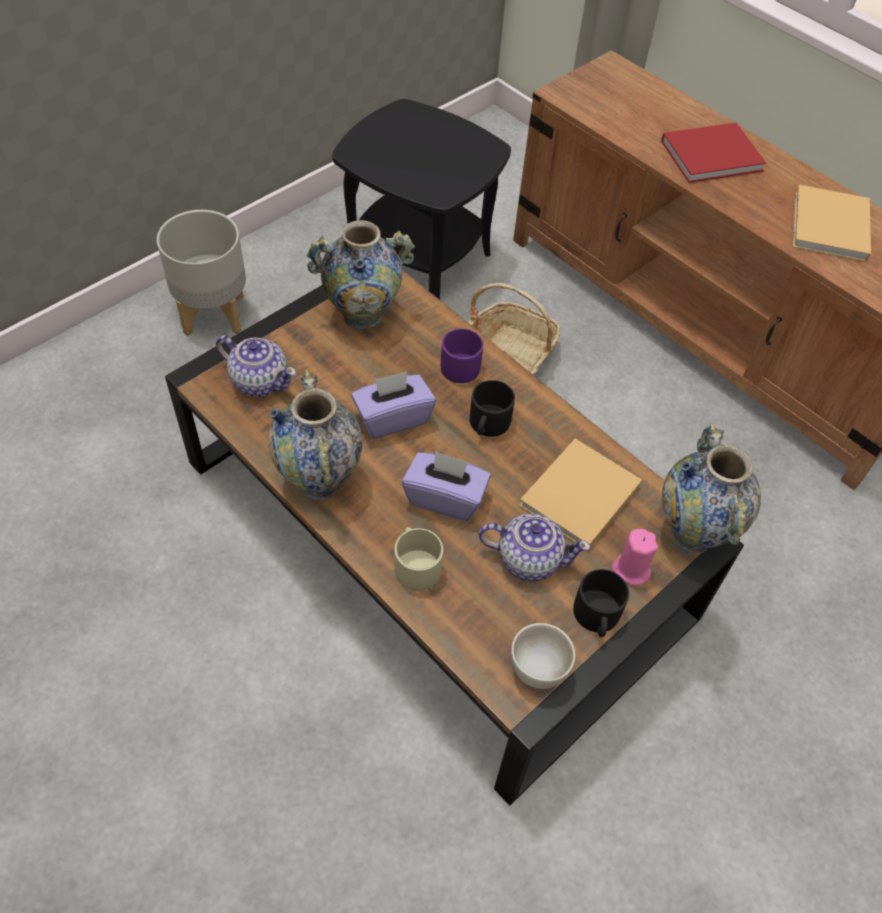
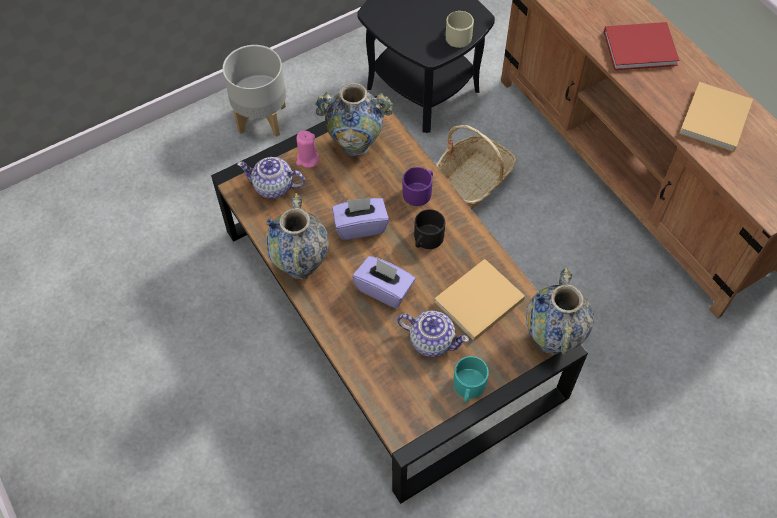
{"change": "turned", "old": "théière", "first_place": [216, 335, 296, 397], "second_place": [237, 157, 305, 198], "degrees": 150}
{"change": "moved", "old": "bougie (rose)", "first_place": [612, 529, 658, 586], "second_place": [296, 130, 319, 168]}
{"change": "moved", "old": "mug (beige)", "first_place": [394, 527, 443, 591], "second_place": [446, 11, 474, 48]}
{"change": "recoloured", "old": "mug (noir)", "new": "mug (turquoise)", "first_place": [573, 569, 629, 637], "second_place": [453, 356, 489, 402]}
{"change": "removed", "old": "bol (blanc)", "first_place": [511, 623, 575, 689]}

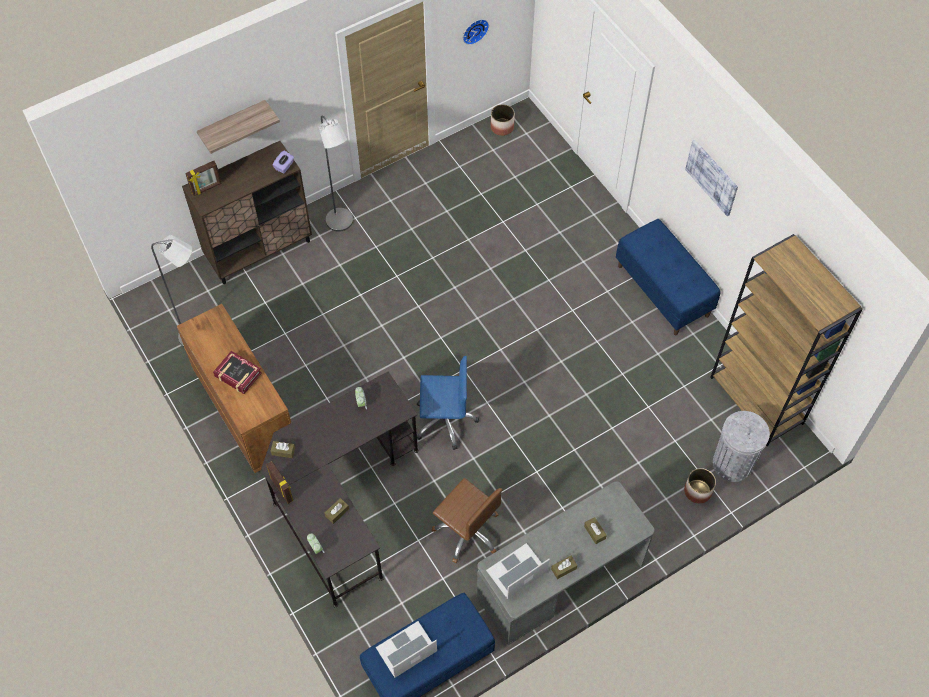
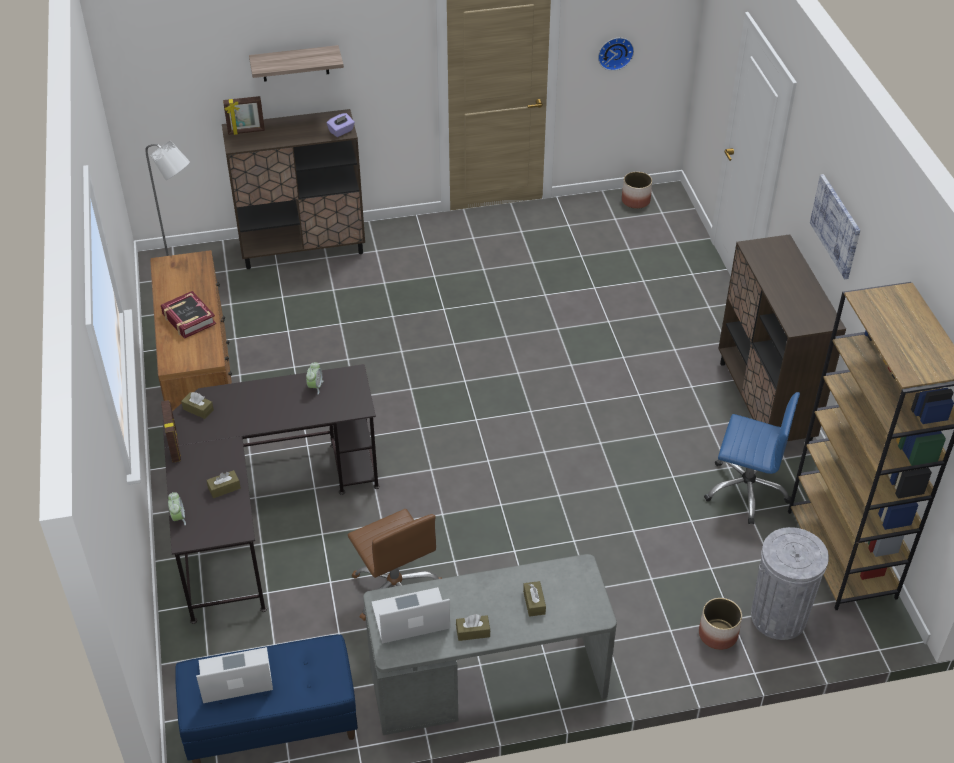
{"change": "moved", "old": "chaise de bureau (bleu)", "first_place": [417, 356, 479, 450], "second_place": [704, 392, 800, 524]}
{"change": "replaced", "old": "banc (bleu)", "new": "meuble de rangement (marron)", "first_place": [616, 219, 721, 335], "second_place": [718, 234, 846, 441]}
{"change": "removed", "old": "lampadaire (gris)", "first_place": [319, 116, 353, 232]}

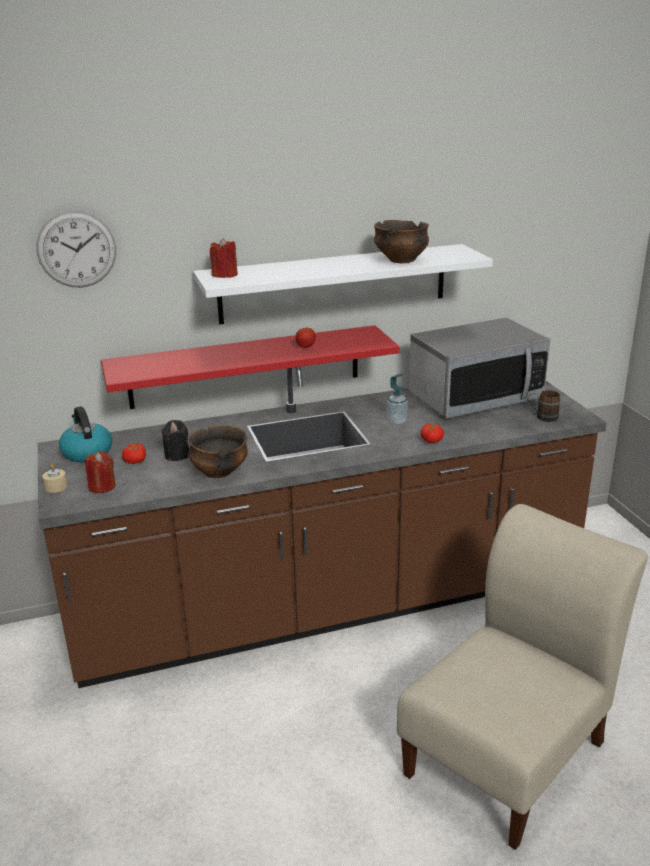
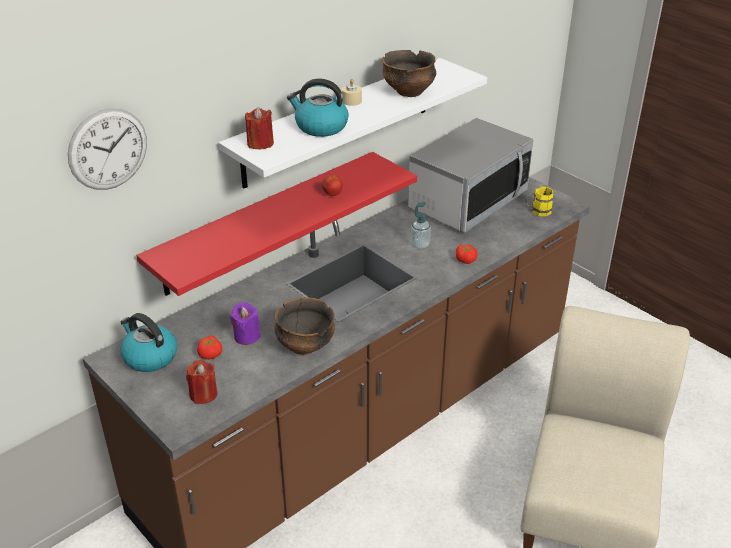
{"change": "recoloured", "old": "bougie (noir)", "new": "bougie (violet)", "first_place": [161, 420, 189, 461], "second_place": [230, 302, 261, 345]}
{"change": "added", "new": "bouilloire", "second_place": [287, 79, 349, 137]}
{"change": "moved", "old": "bougie (beige)", "first_place": [42, 464, 68, 493], "second_place": [342, 79, 362, 106]}
{"change": "recoloured", "old": "mug (marron)", "new": "mug (jaune)", "first_place": [527, 390, 560, 422], "second_place": [526, 187, 553, 216]}

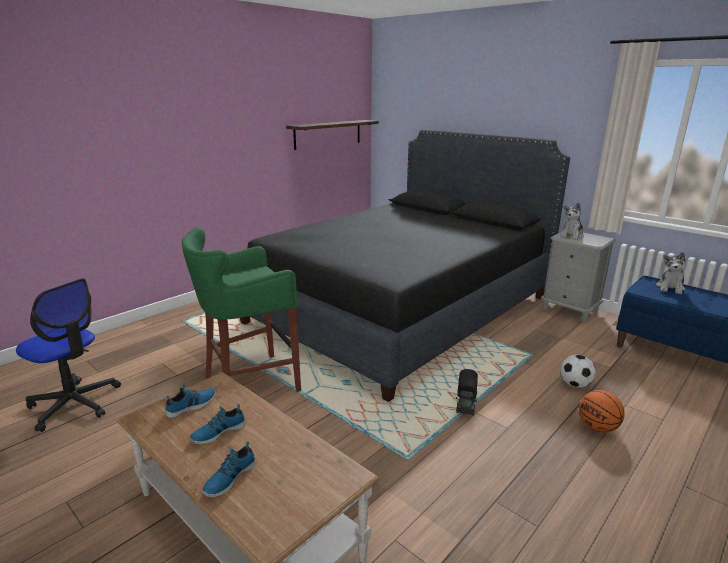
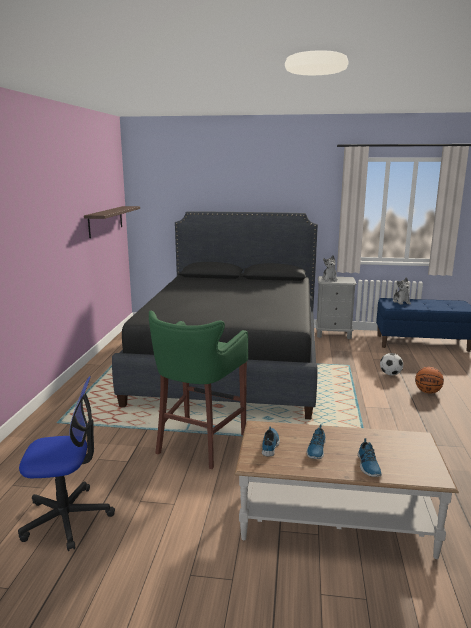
{"change": "removed", "old": "camion jouet", "first_place": [456, 369, 478, 416]}

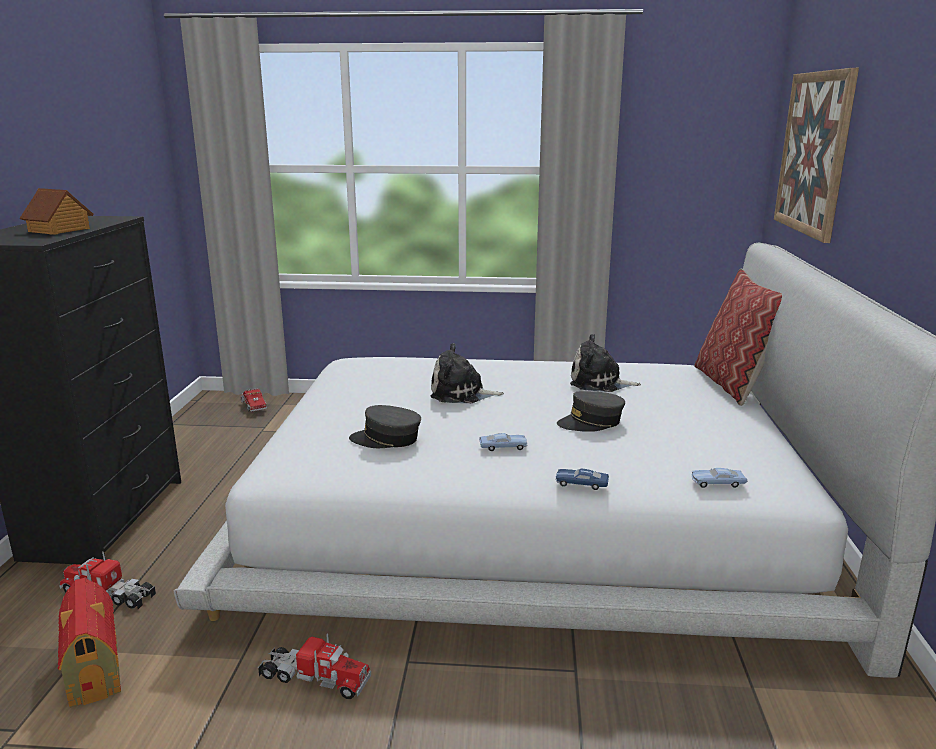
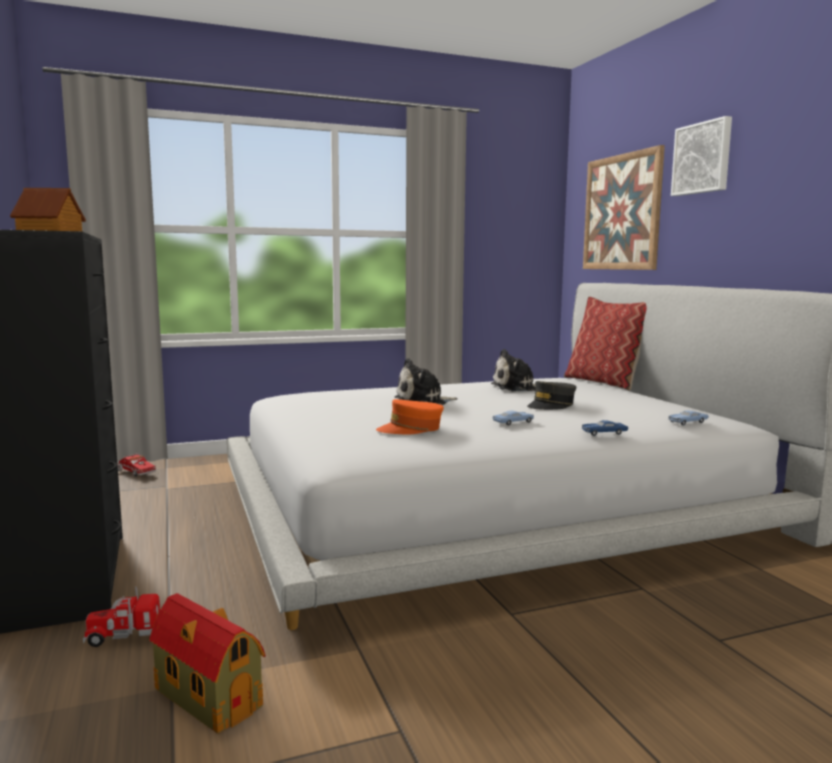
{"change": "recoloured", "old": "casquette (gris)", "new": "casquette (orange)", "first_place": [349, 405, 421, 448], "second_place": [376, 399, 444, 434]}
{"change": "added", "new": "tableau", "second_place": [671, 116, 732, 196]}
{"change": "removed", "old": "camion jouet", "first_place": [258, 634, 371, 699]}

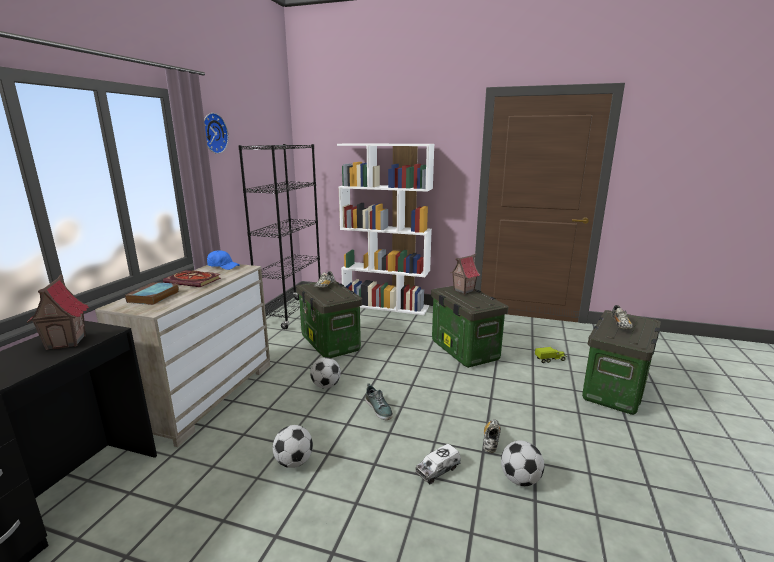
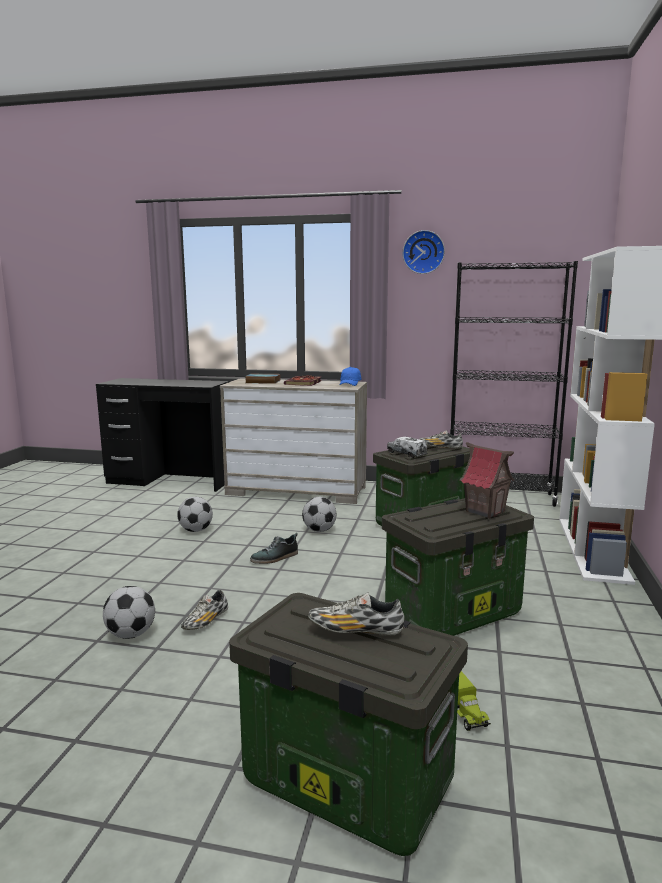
{"change": "turned", "old": "chaussure", "first_place": [483, 420, 501, 453], "second_place": [181, 590, 228, 630], "degrees": 105}
{"change": "moved", "old": "camion jouet", "first_place": [415, 444, 461, 484], "second_place": [387, 437, 427, 458]}
{"change": "removed", "old": "maison miniature", "first_place": [26, 274, 89, 350]}

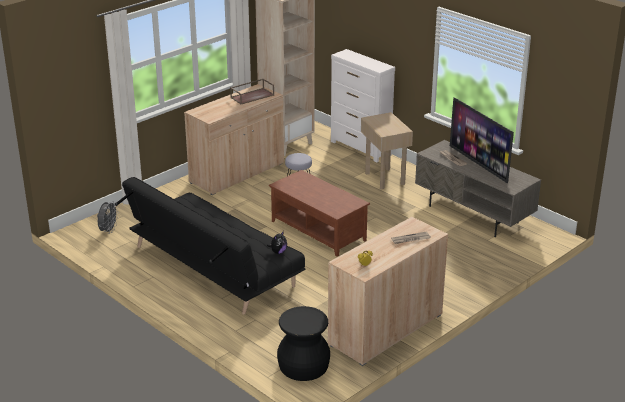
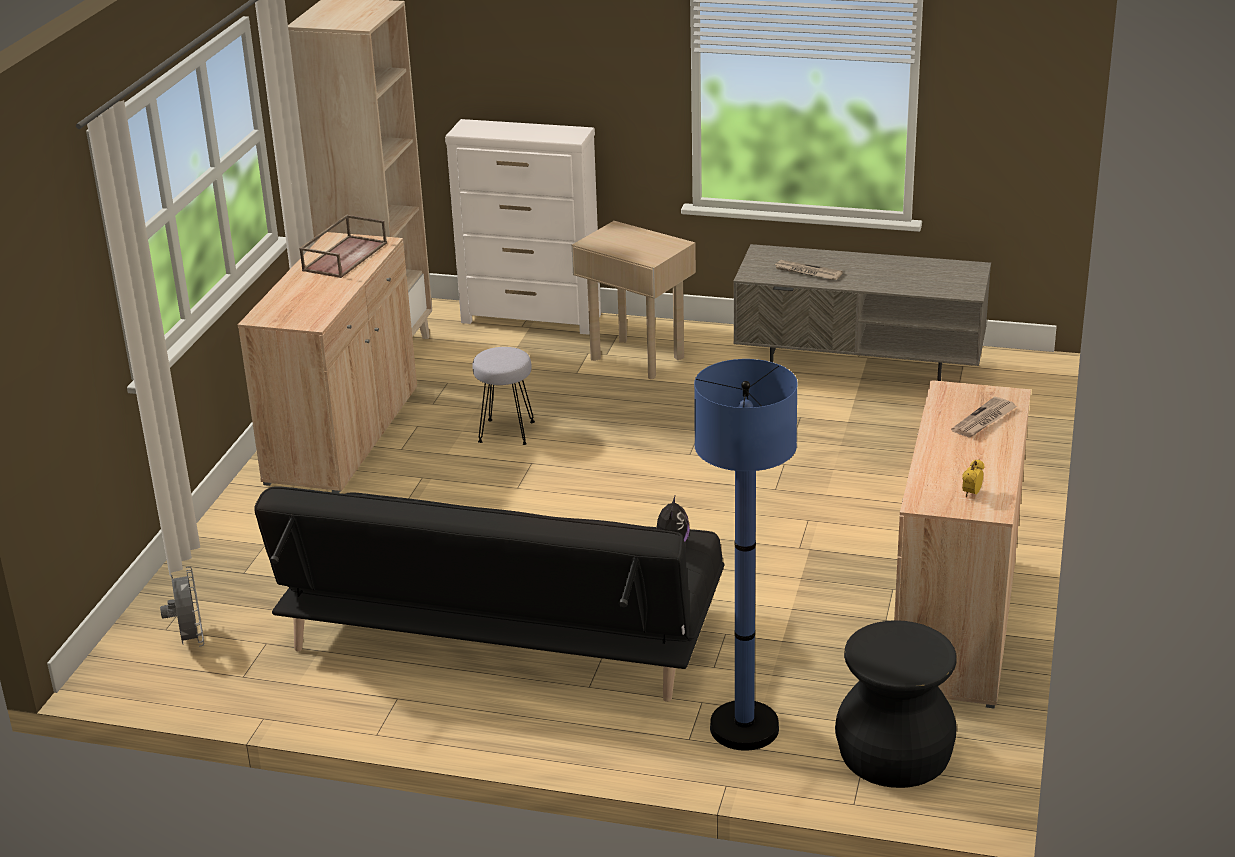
{"change": "added", "new": "lampadaire (bleu)", "second_place": [694, 359, 798, 751]}
{"change": "removed", "old": "table basse (marron)", "first_place": [269, 170, 370, 257]}
{"change": "removed", "old": "téléviseur", "first_place": [450, 97, 514, 183]}

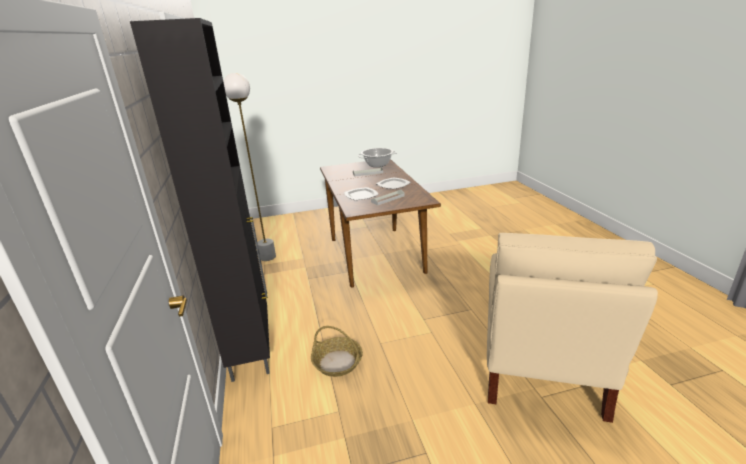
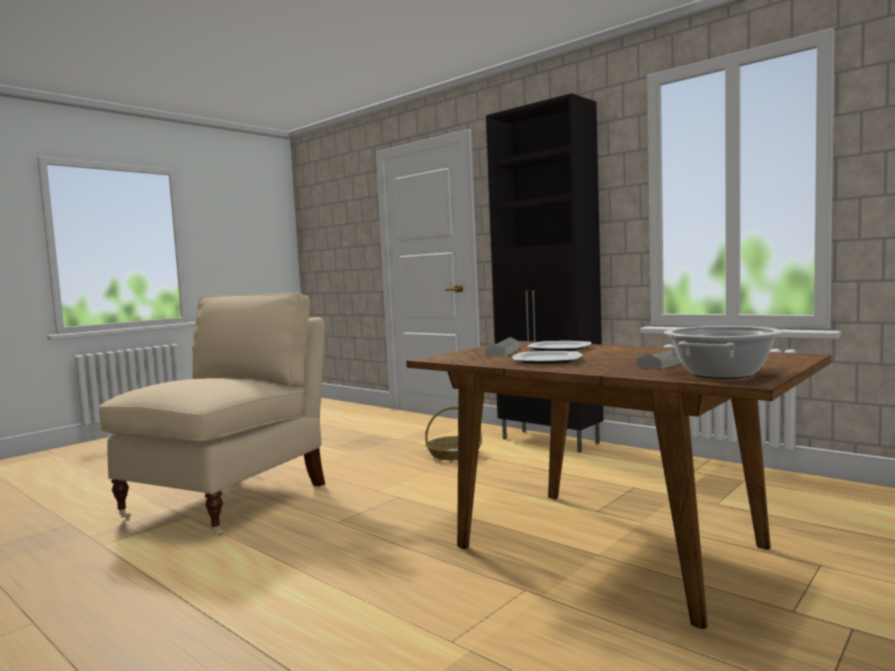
{"change": "turned", "old": "chaise (beige)", "first_place": [487, 233, 658, 423], "second_place": [99, 293, 325, 536], "degrees": 45}
{"change": "removed", "old": "lampadaire (blanc)", "first_place": [223, 73, 276, 261]}

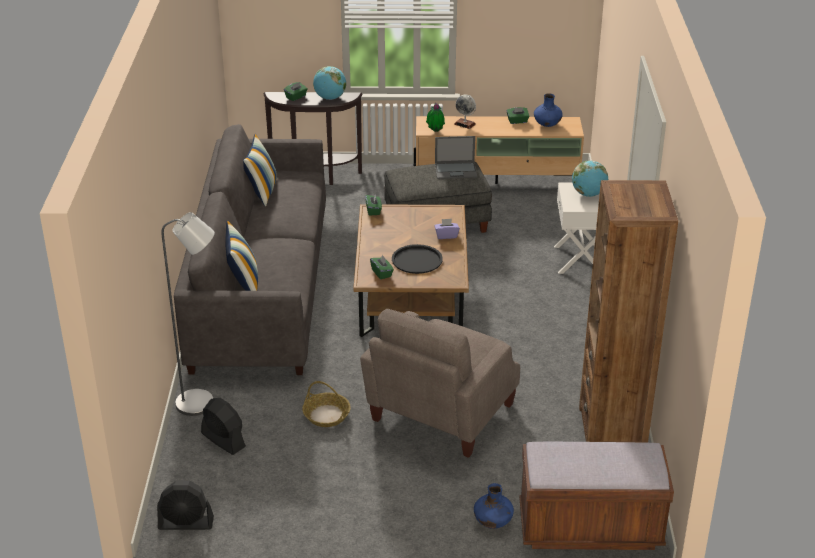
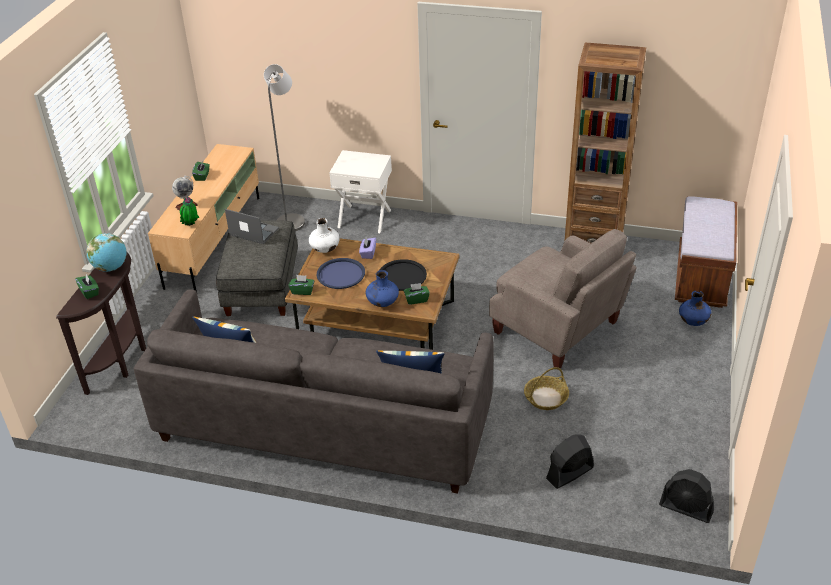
{"change": "turned", "old": "ordinateur portable", "first_place": [435, 136, 477, 179], "second_place": [225, 209, 279, 244], "degrees": -75}
{"change": "moved", "old": "lampadaire (gris)", "first_place": [162, 212, 215, 416], "second_place": [264, 64, 305, 231]}
{"change": "added", "new": "vase (blanc)", "second_place": [309, 218, 340, 253]}
{"change": "added", "new": "plateau (bleu)", "second_place": [317, 258, 365, 289]}
{"change": "moved", "old": "vase (bleu)", "first_place": [534, 93, 563, 127], "second_place": [365, 270, 399, 307]}
{"change": "turned", "old": "ventilateur (noir)", "first_place": [157, 480, 214, 530], "second_place": [659, 469, 714, 523], "degrees": 105}
{"change": "removed", "old": "globe", "first_place": [572, 161, 608, 197]}

